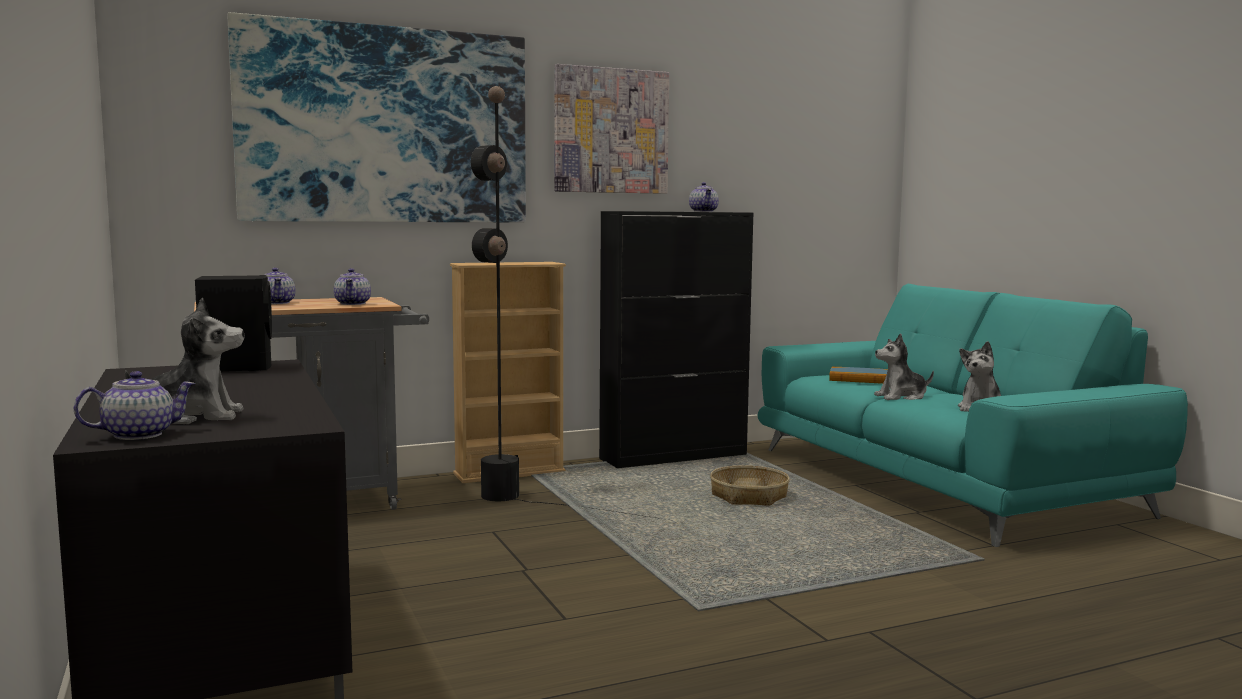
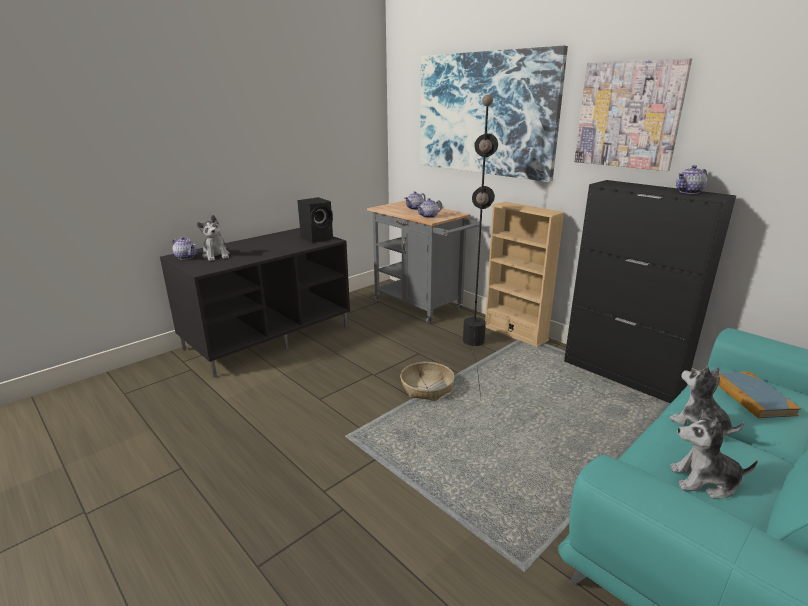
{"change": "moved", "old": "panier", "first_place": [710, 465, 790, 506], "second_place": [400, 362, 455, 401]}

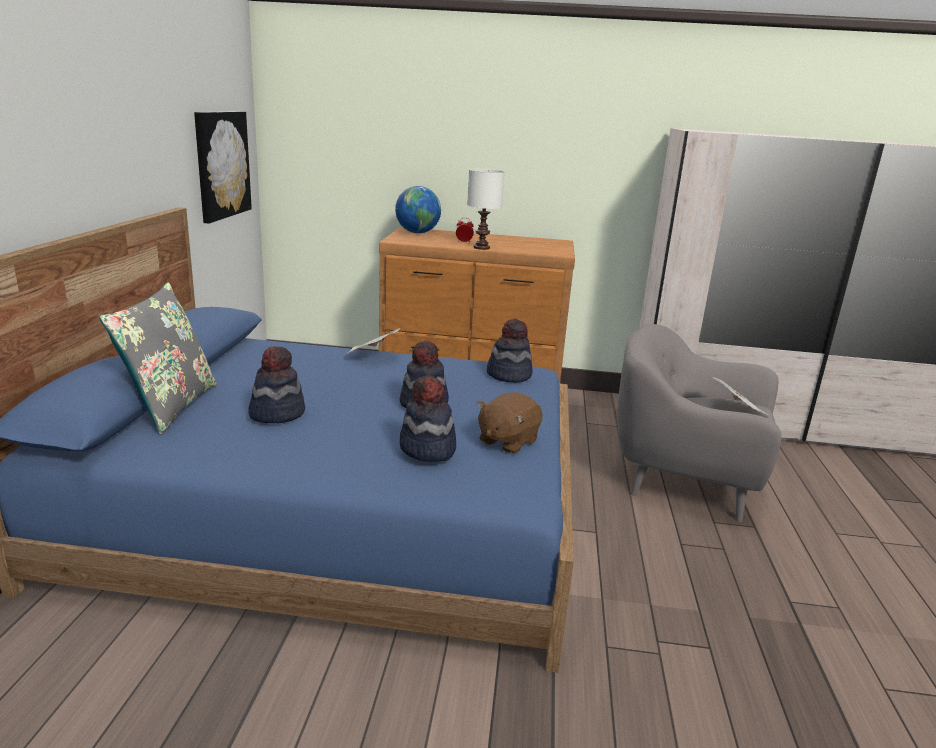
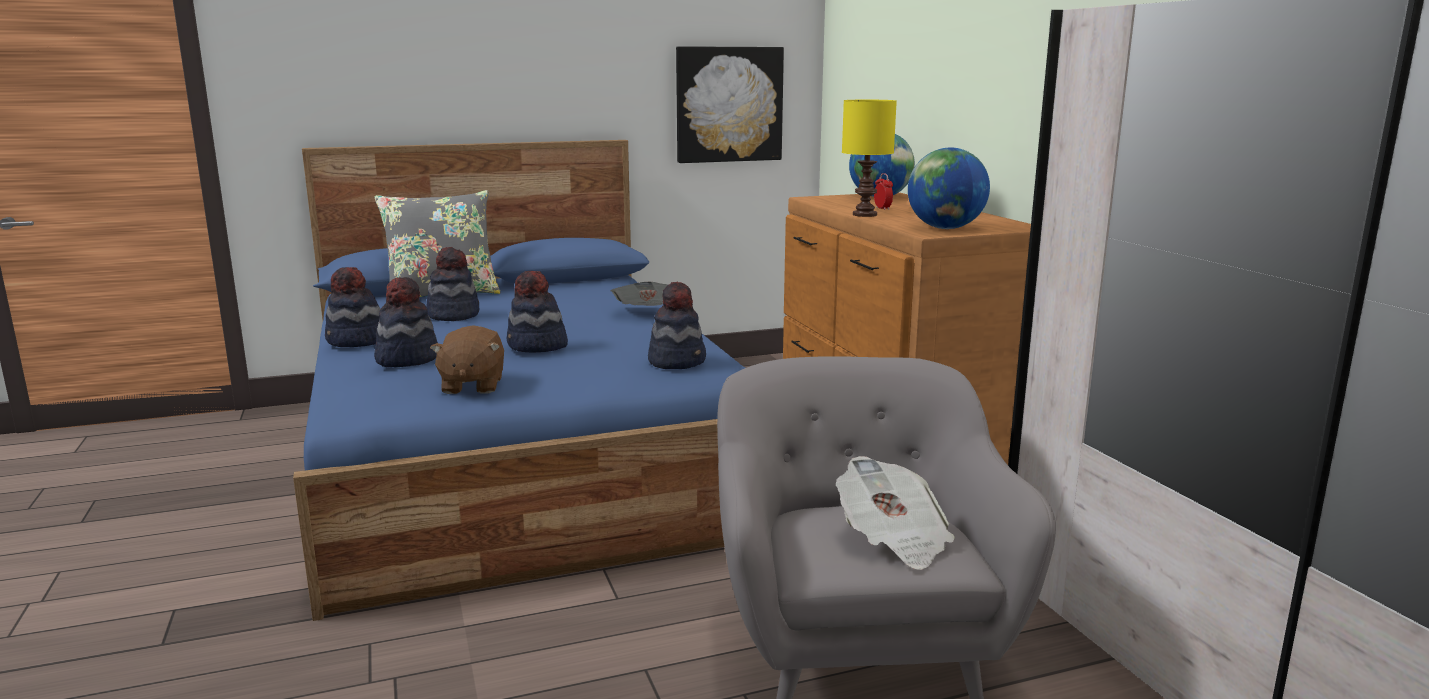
{"change": "added", "new": "chapeau", "second_place": [325, 267, 380, 347]}
{"change": "turned", "old": "peluche (marron)", "first_place": [477, 392, 543, 454], "second_place": [430, 325, 504, 394], "degrees": -105}
{"change": "recoloured", "old": "lampe de table (blanc)", "new": "lampe de table (jaune)", "first_place": [467, 169, 504, 250], "second_place": [842, 100, 897, 217]}
{"change": "added", "new": "globe", "second_place": [908, 147, 990, 229]}

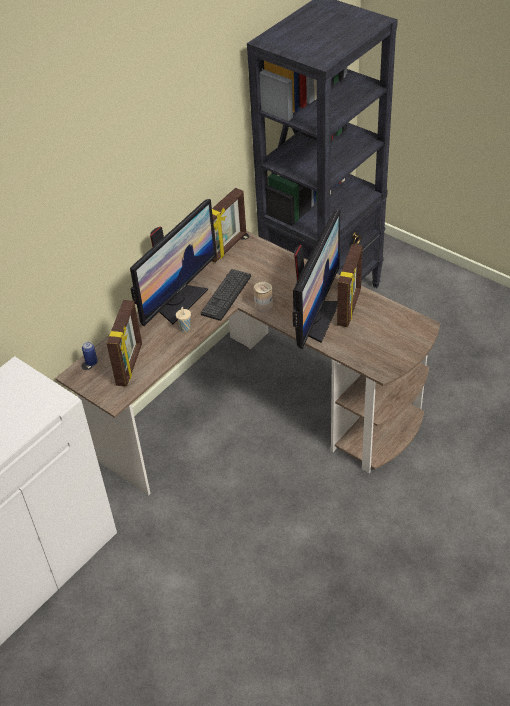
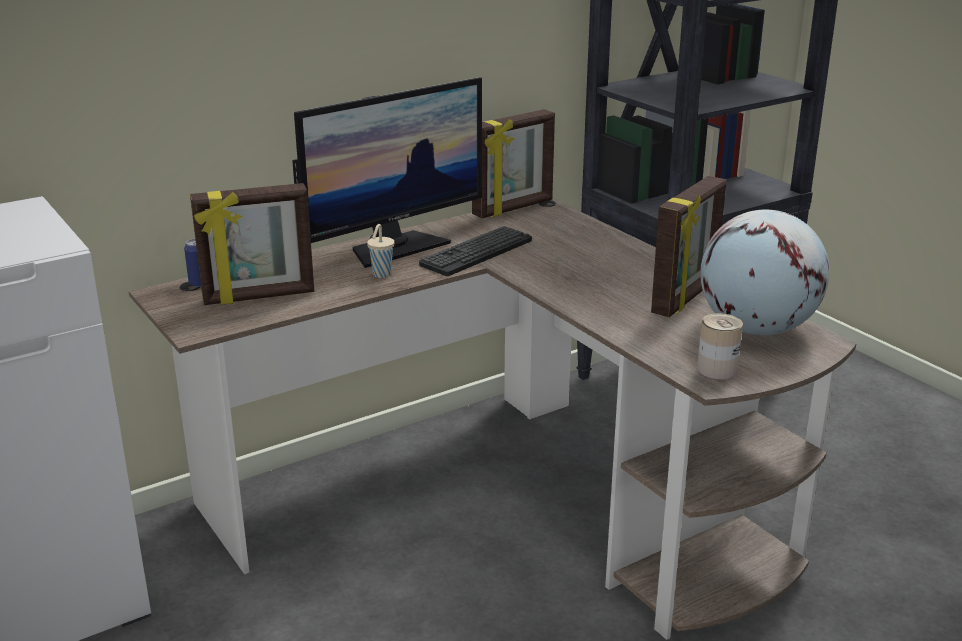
{"change": "turned", "old": "cadre photo", "first_place": [107, 300, 142, 387], "second_place": [190, 183, 314, 305], "degrees": 45}
{"change": "moved", "old": "boîte métallique", "first_place": [254, 282, 273, 312], "second_place": [697, 314, 743, 379]}
{"change": "added", "new": "globe", "second_place": [700, 210, 829, 335]}
{"change": "removed", "old": "écran d'ordinateur", "first_place": [293, 210, 340, 349]}

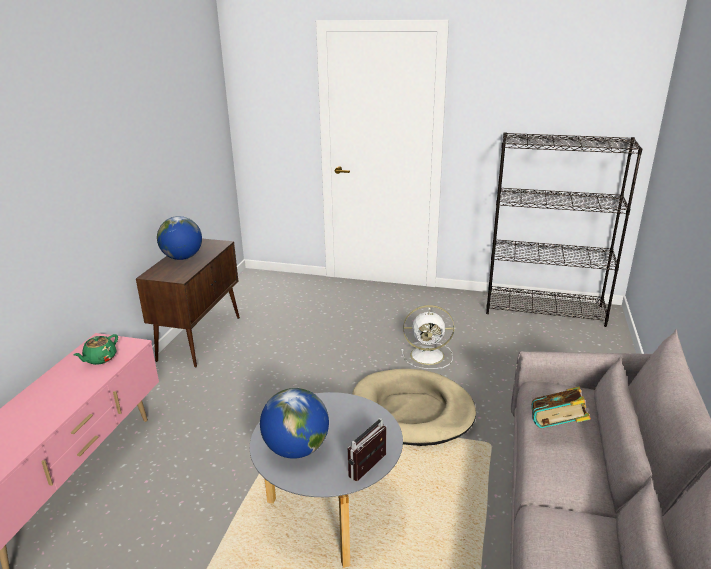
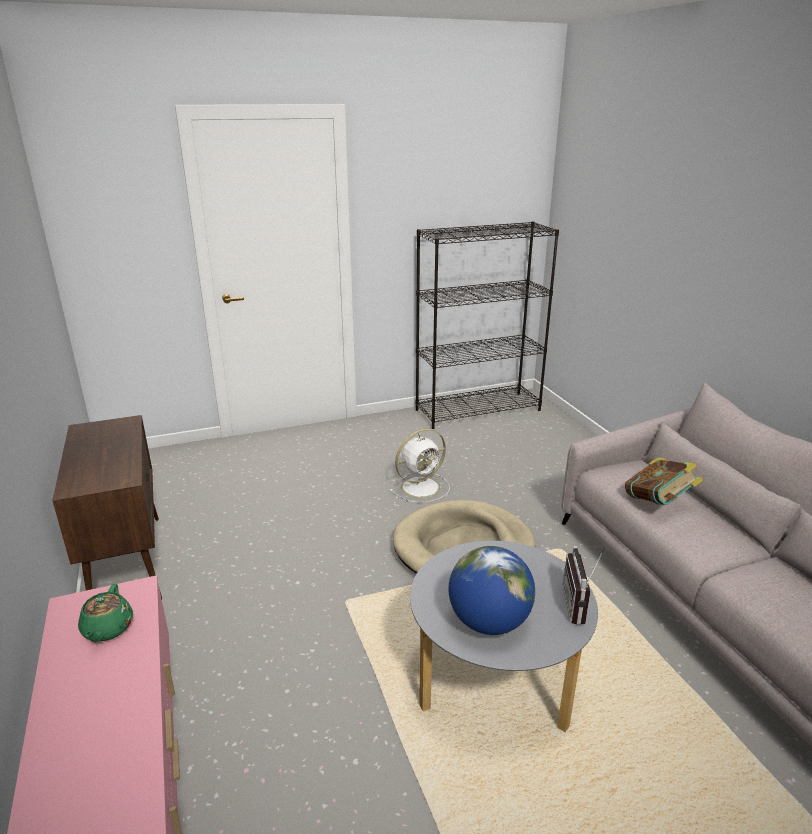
{"change": "removed", "old": "globe", "first_place": [157, 216, 202, 260]}

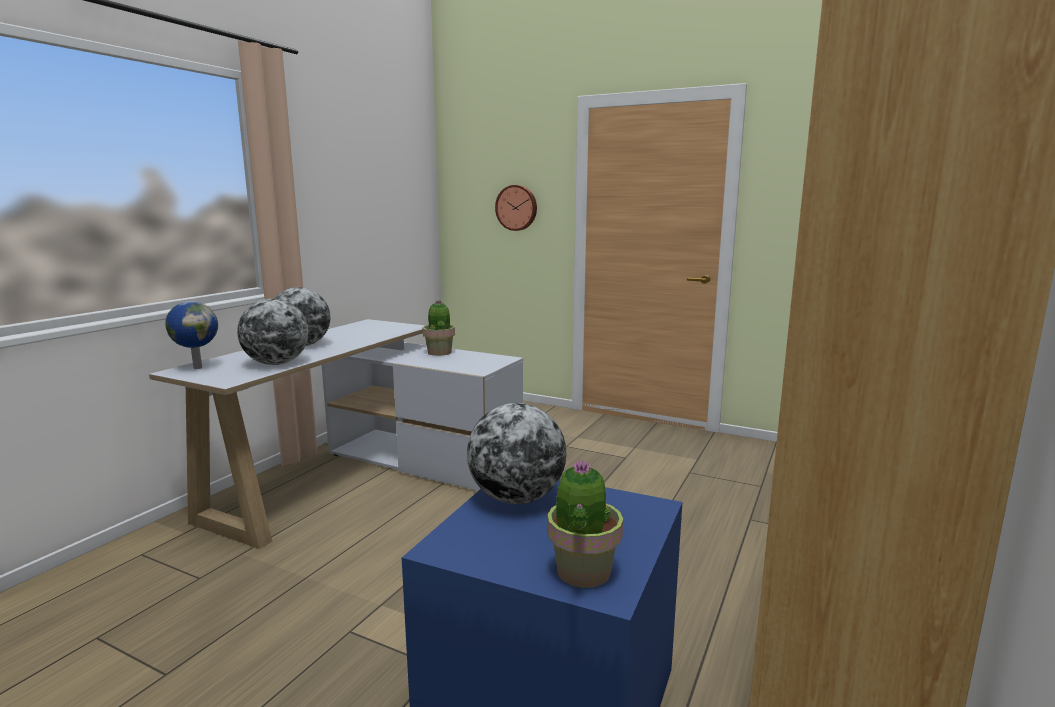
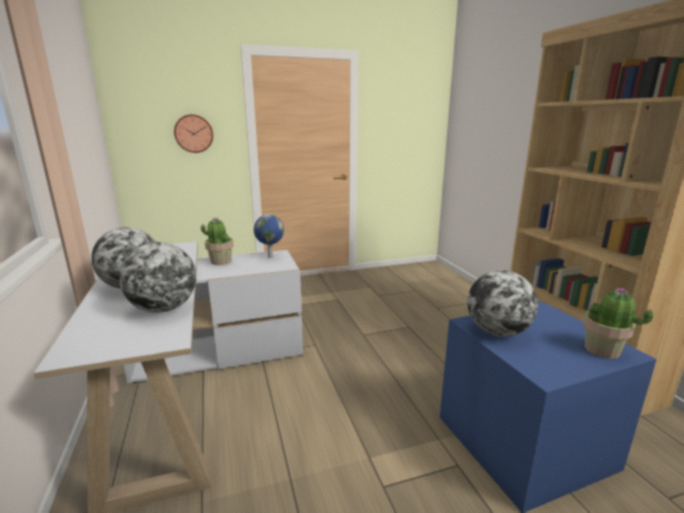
{"change": "moved", "old": "globe", "first_place": [165, 301, 218, 369], "second_place": [254, 214, 284, 258]}

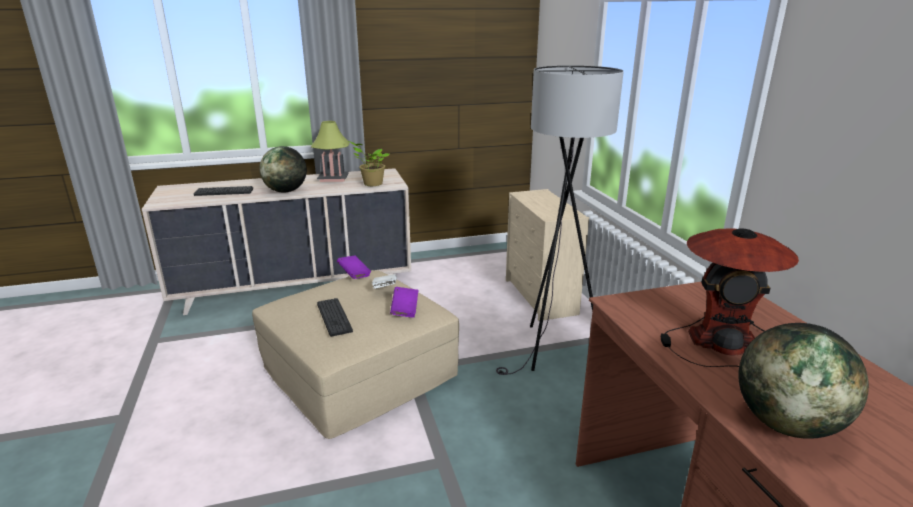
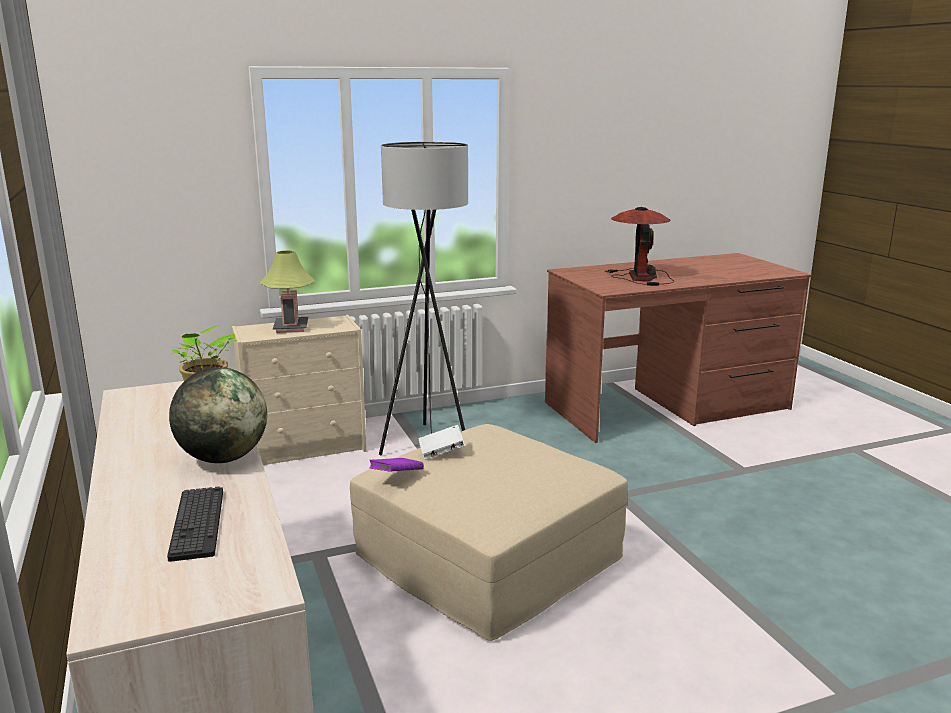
{"change": "moved", "old": "lampe de table", "first_place": [311, 121, 350, 182], "second_place": [260, 250, 315, 333]}
{"change": "removed", "old": "clavier", "first_place": [317, 298, 353, 337]}
{"change": "removed", "old": "livre (violet)", "first_place": [390, 287, 419, 318]}
{"change": "removed", "old": "globe", "first_place": [738, 323, 869, 439]}

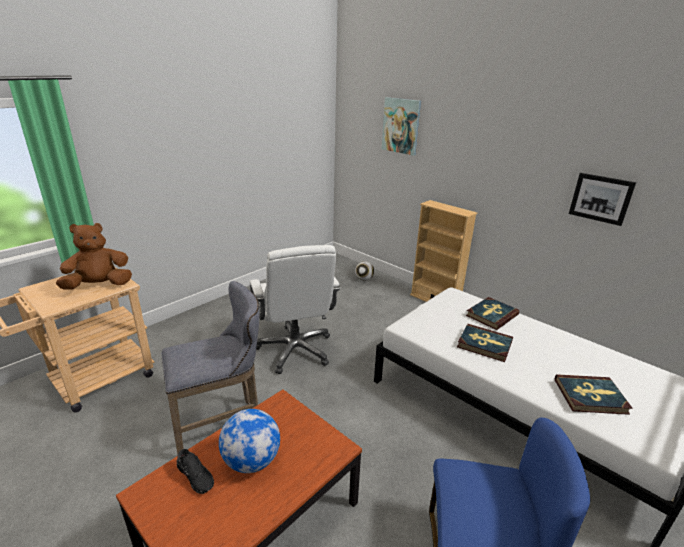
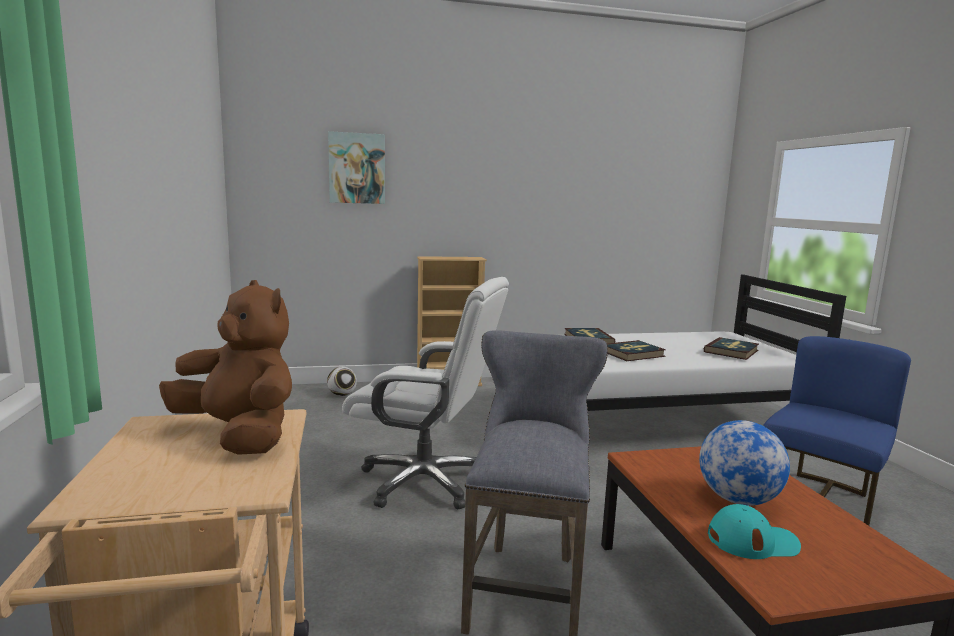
{"change": "turned", "old": "peluche (marron)", "first_place": [56, 223, 132, 290], "second_place": [159, 280, 292, 455], "degrees": 120}
{"change": "replaced", "old": "chaussure (noir)", "new": "casquette (turquoise)", "first_place": [177, 449, 214, 494], "second_place": [708, 504, 801, 559]}
{"change": "removed", "old": "tableau", "first_place": [569, 173, 636, 226]}

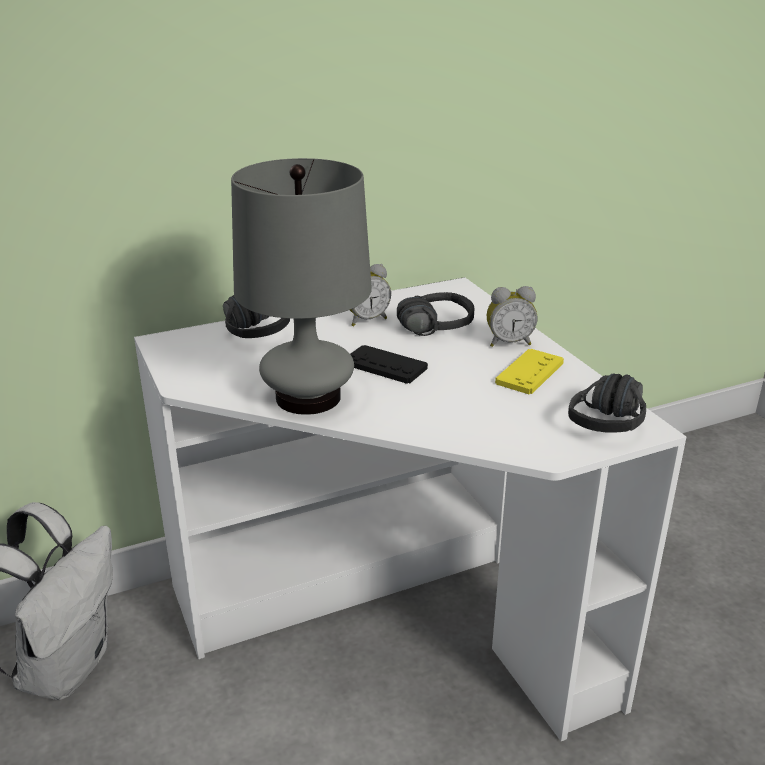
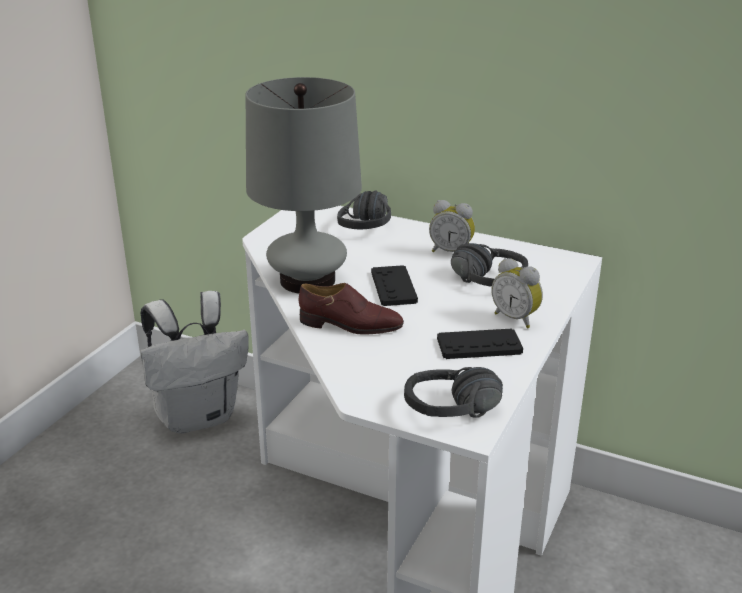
{"change": "added", "new": "chaussure (marron)", "second_place": [299, 283, 404, 335]}
{"change": "recoloured", "old": "manette (jaune)", "new": "manette (noir)", "first_place": [495, 349, 564, 394], "second_place": [437, 328, 523, 359]}

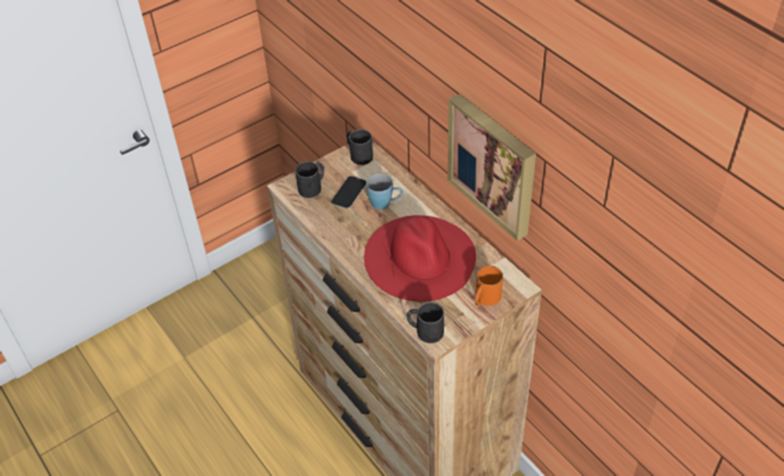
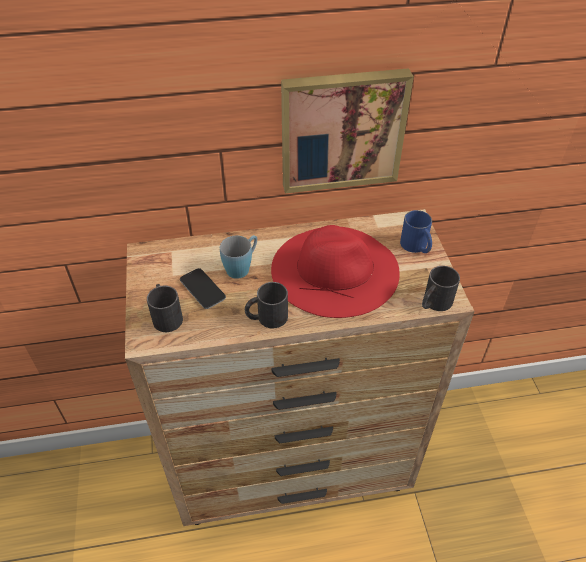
{"change": "moved", "old": "mug (noir)", "first_place": [347, 129, 373, 165], "second_place": [245, 282, 288, 329]}
{"change": "recoloured", "old": "mug (orange)", "new": "mug (bleu)", "first_place": [475, 266, 503, 306], "second_place": [400, 210, 432, 253]}

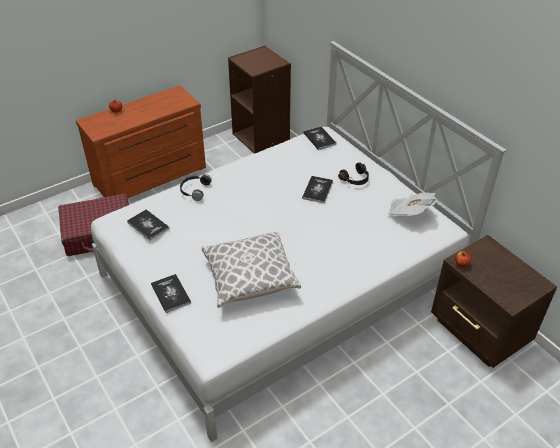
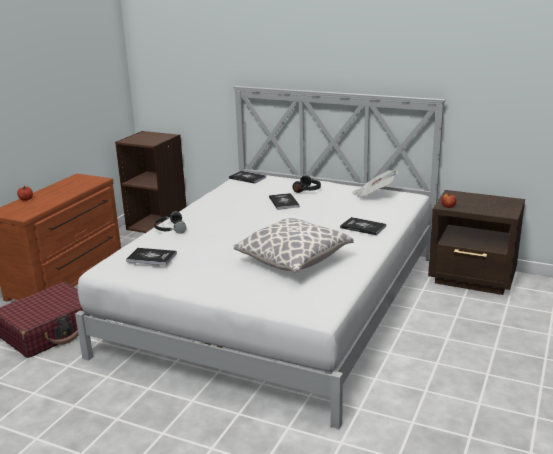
{"change": "moved", "old": "livre", "first_place": [151, 274, 191, 313], "second_place": [340, 217, 386, 235]}

